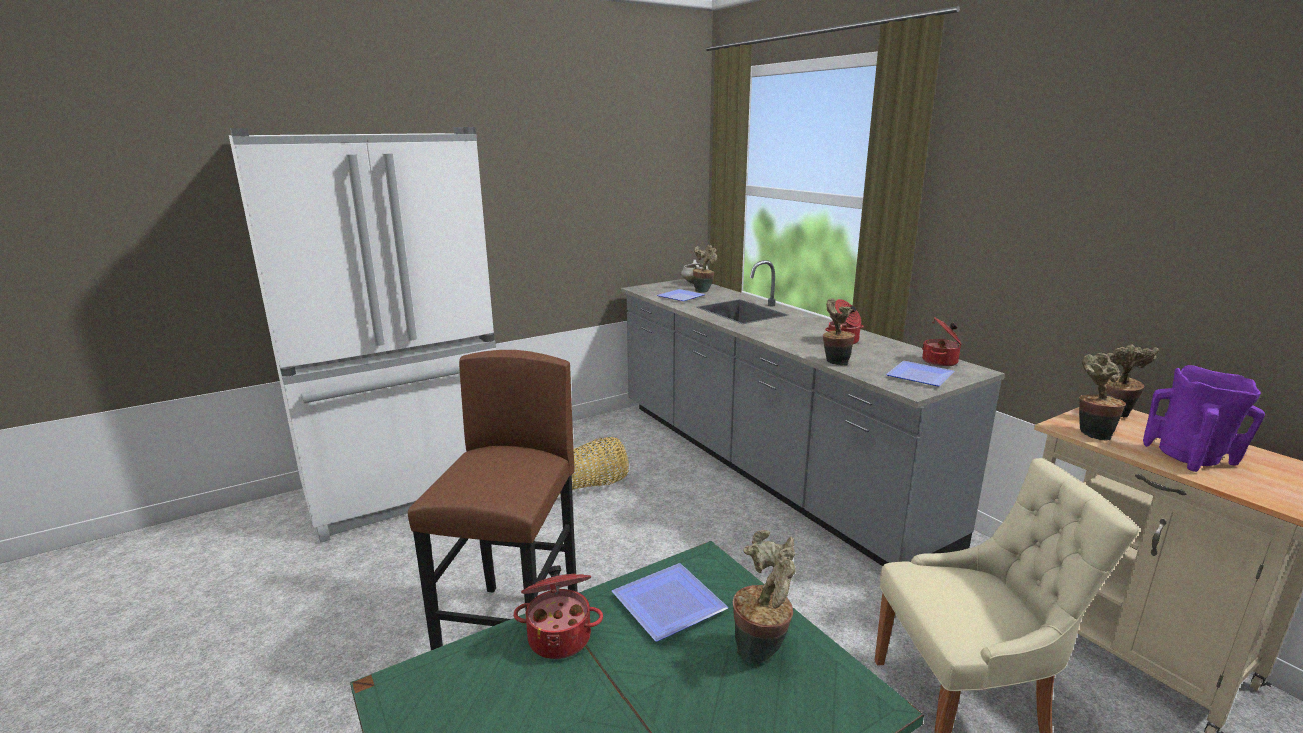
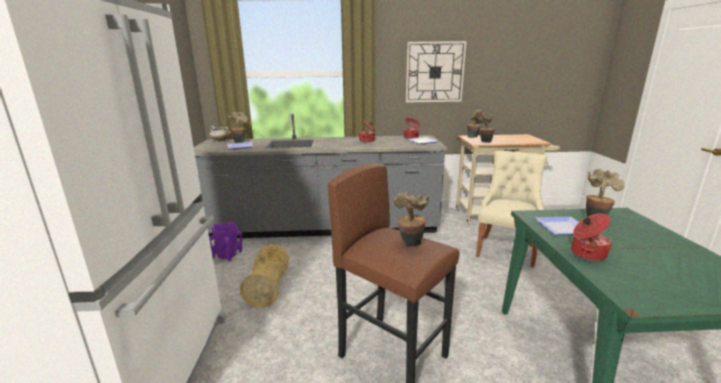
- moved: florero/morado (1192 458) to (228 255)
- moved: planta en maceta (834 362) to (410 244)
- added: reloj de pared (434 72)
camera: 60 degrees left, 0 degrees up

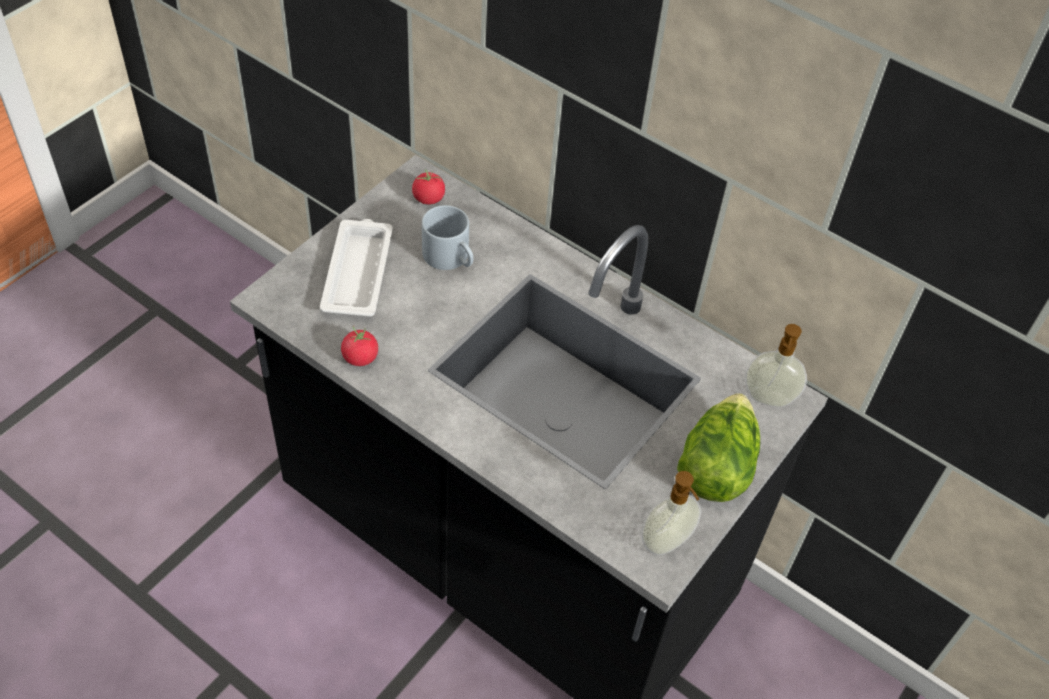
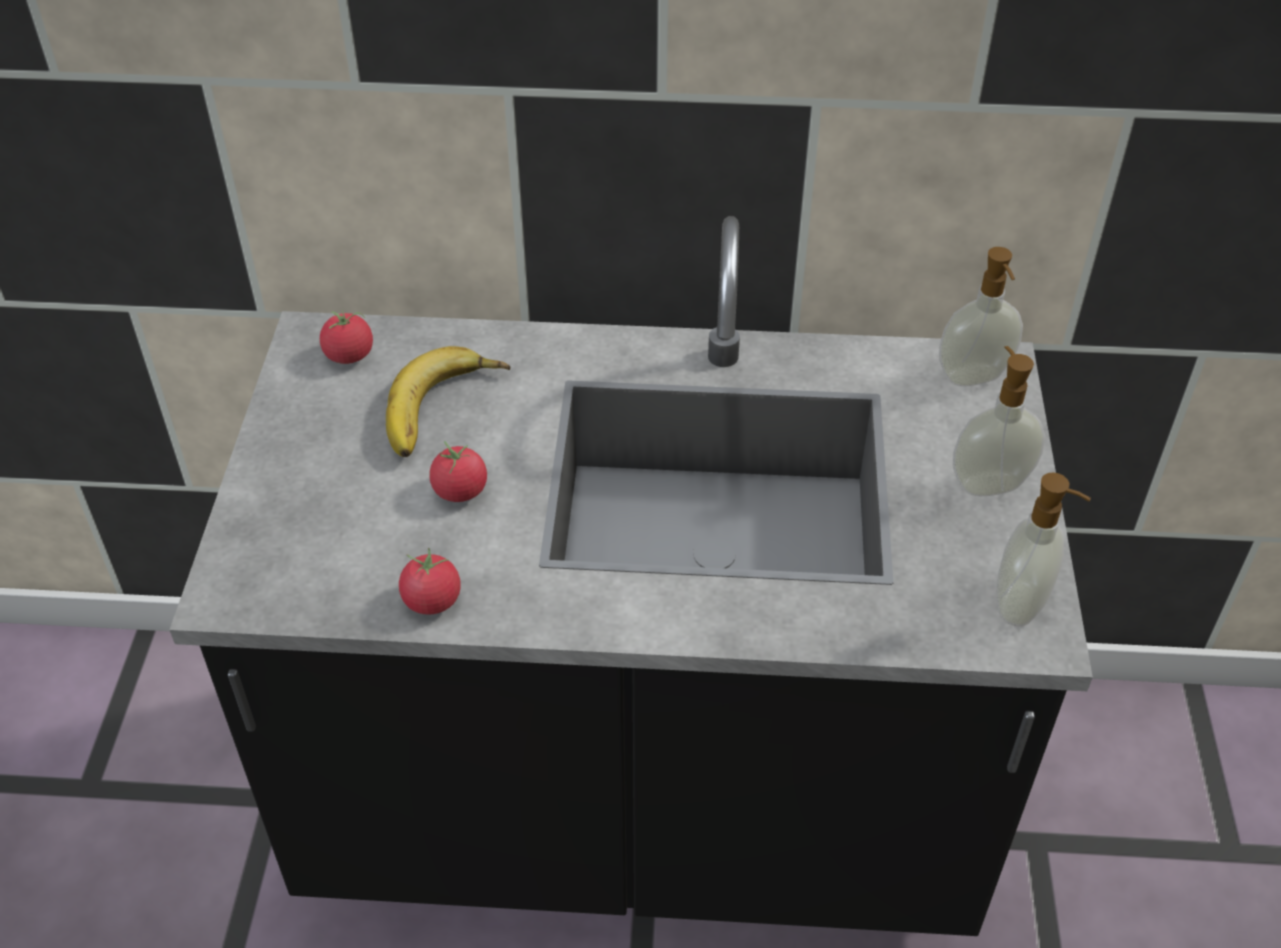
- replaced: taza grande/gris (451 257) to plátano (445 411)
- added: tomate (460 490)
- replaced: lechuga (715 465) to dispensador de jabón (988 483)
- removed: bandeja/blanco (358 272)
camera: 30 degrees left, 5 degrees down

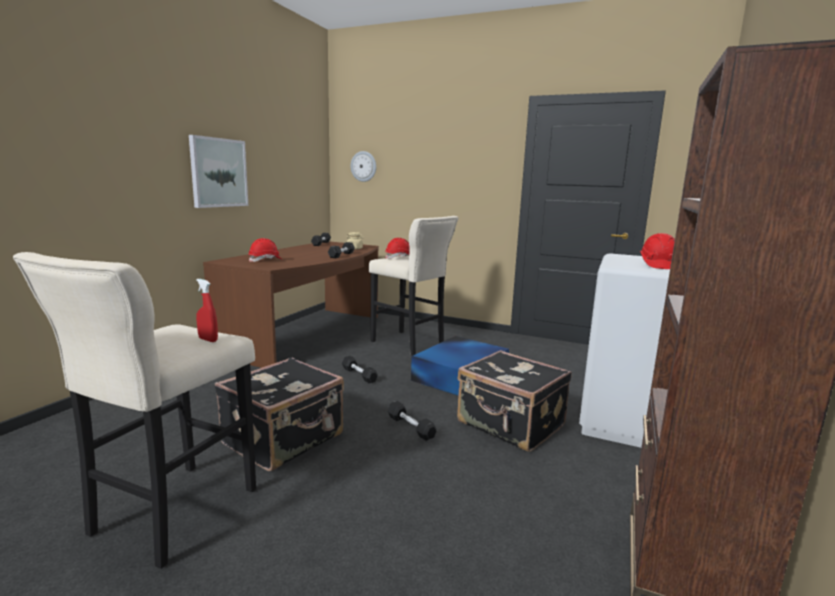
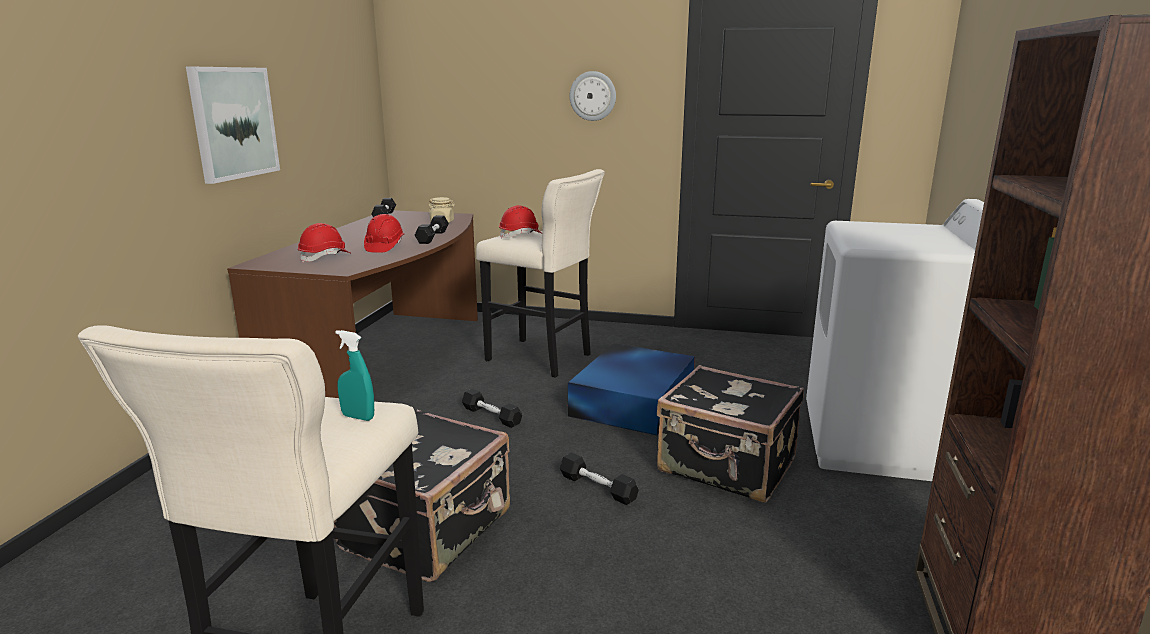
- recoloured: pulverizador/rojo (208 340) to pulverizador/turquesa (358 417)
- moved: casco/rojo (658 265) to (384 247)
- moved: reloj de pared (363 166) to (593 96)
camera: 10 degrees left, 5 degrees up

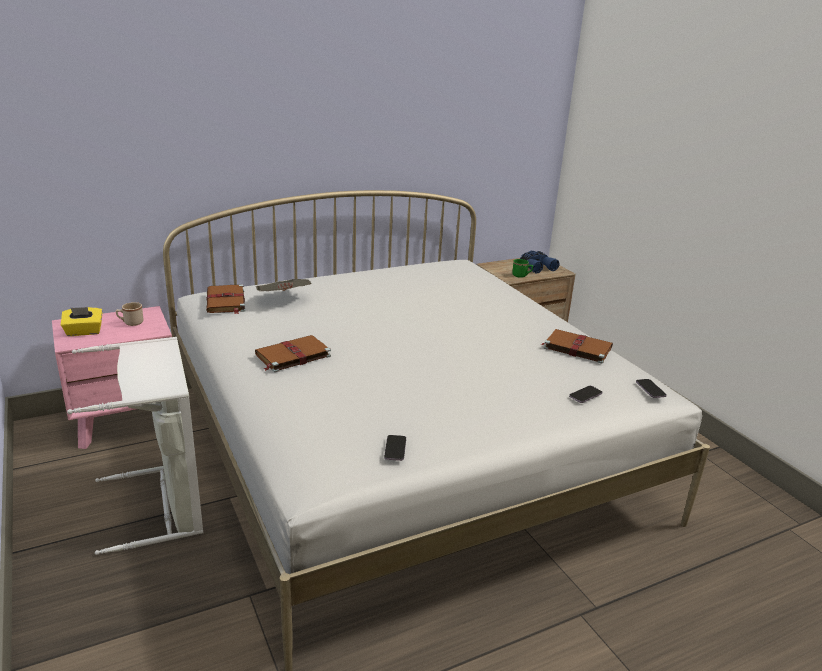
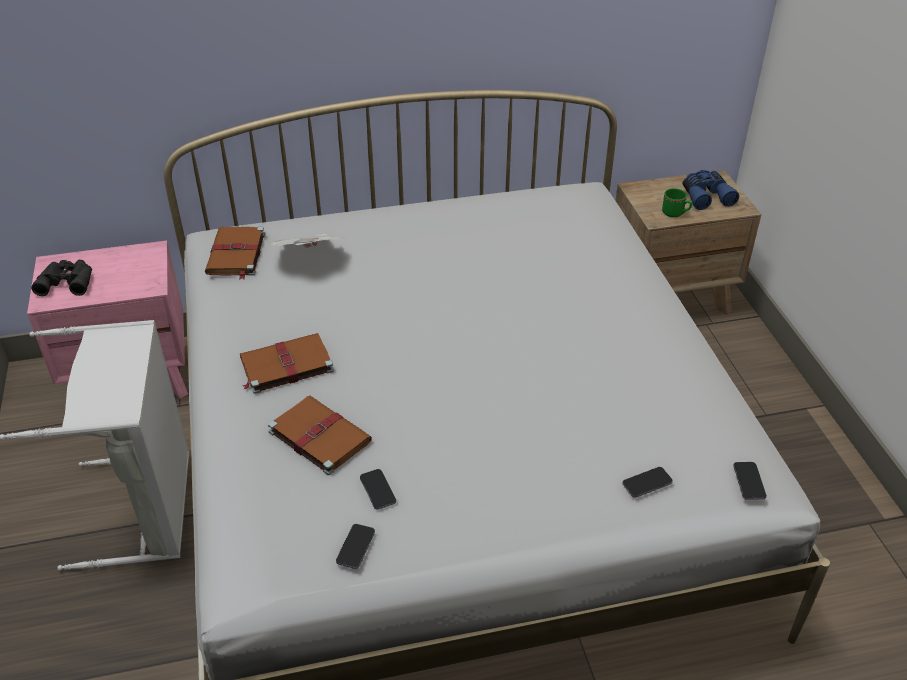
- replaced: caja de pañuelos/amarillo (84 332) to prismáticos/negro (67 281)
- moved: libro/marrón (576 348) to (318 436)
- added: móvil (378 490)
- removed: taza grande/beis (130 323)
camera: 15 degrees right, 15 degrees up

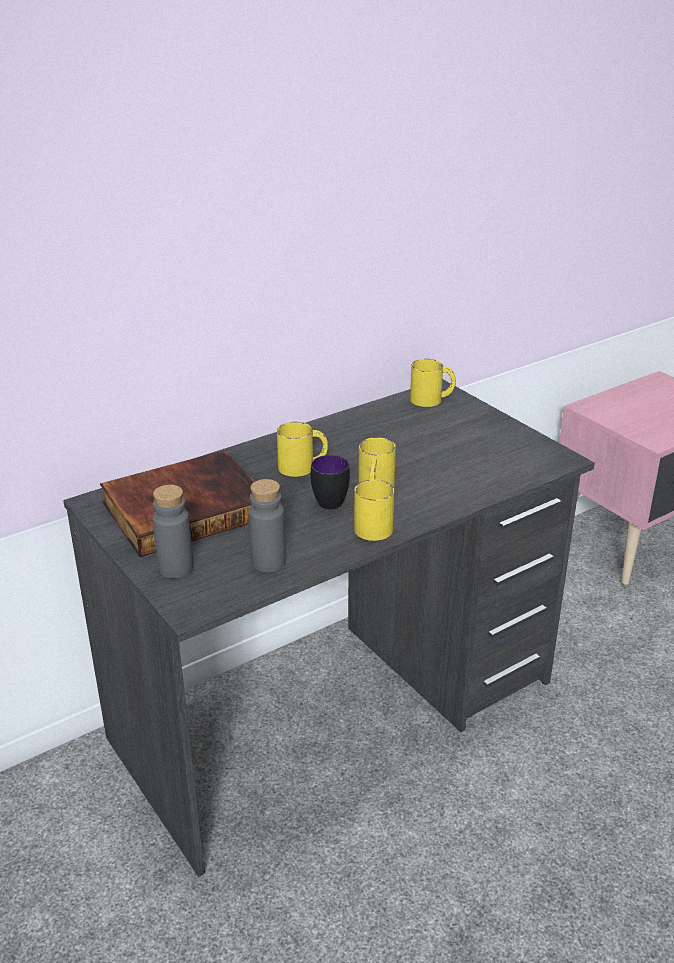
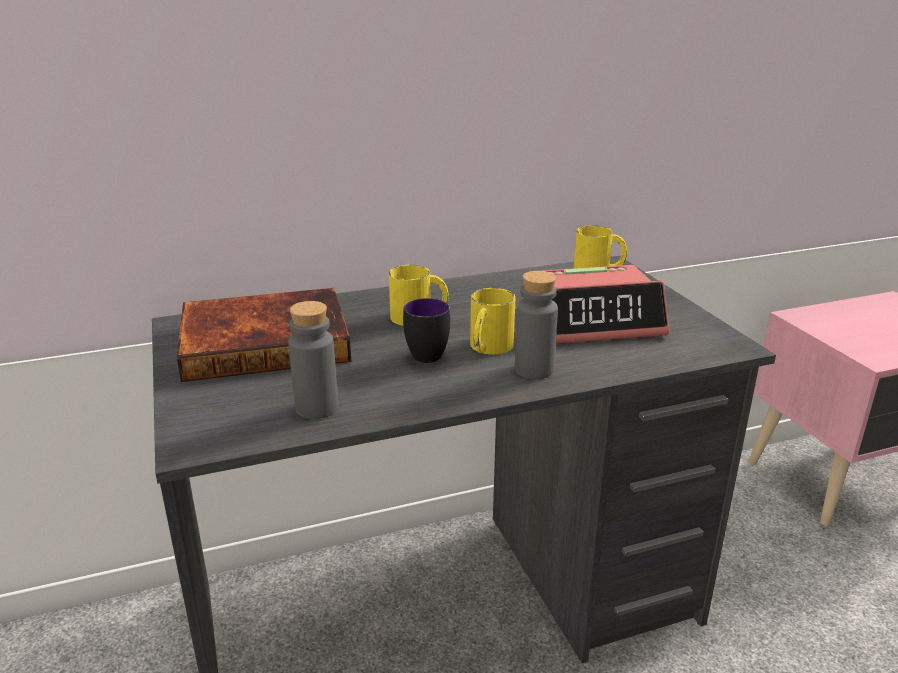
- moved: botella/gris (176 568) to (533 370)
- added: despertador (594 321)
- removed: taza grande/amarillo (377 525)
camera: 15 degrees right, 5 degrees down

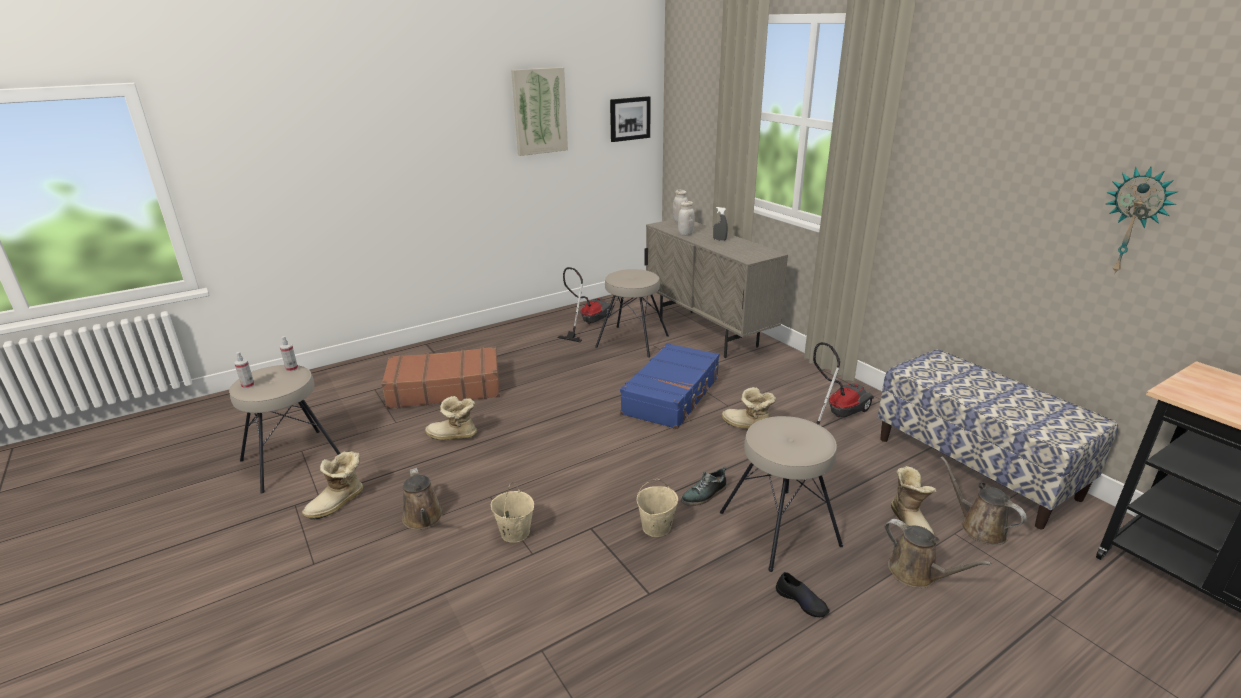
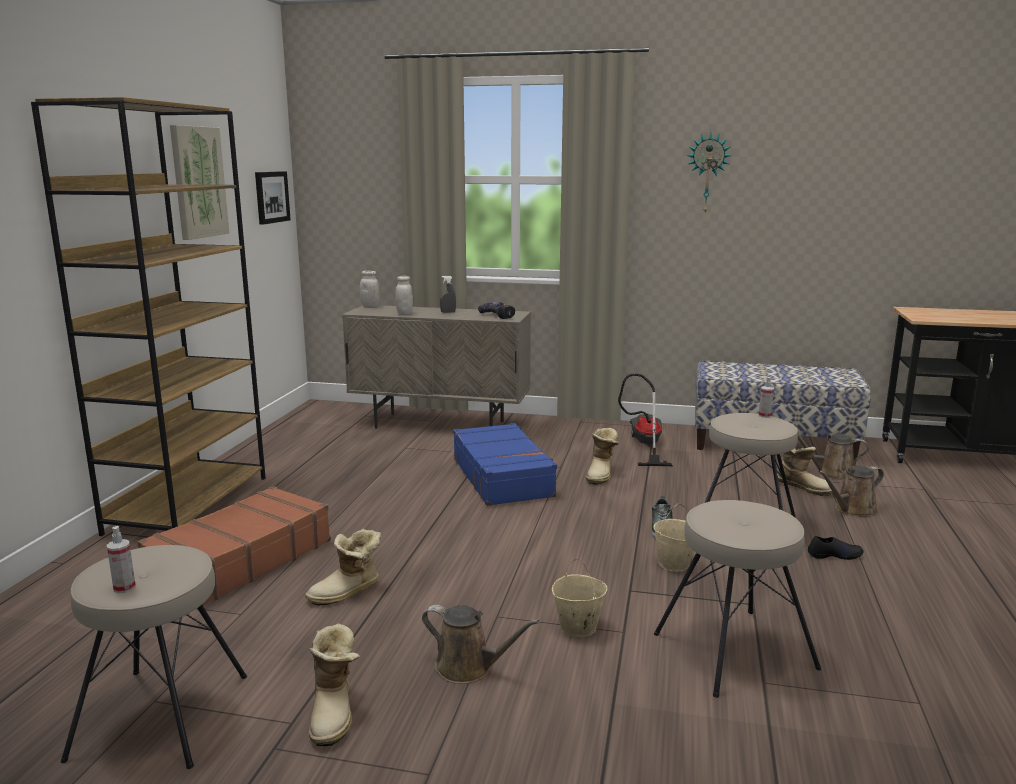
- added: estantería/marrón (189 504)
- added: taladro (500 315)
- turned: bota (747 426) = (602 475) 60 degrees counterclockwise
- moved: taburete/beis (632 341) to (733 650)
- moved: reloj de pared (1134 221) to (707 173)
- moved: pulverizador (292 369) to (764 415)
- turned: regadera/marrón (916 574) = (852 510) 150 degrees clockwise
- removed: aspiradora (587 323)
camera: 45 degrees left, 10 degrees down

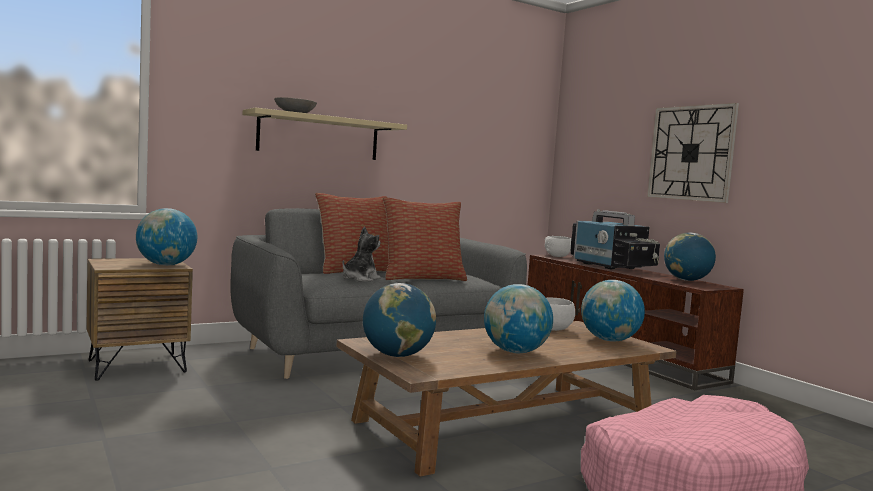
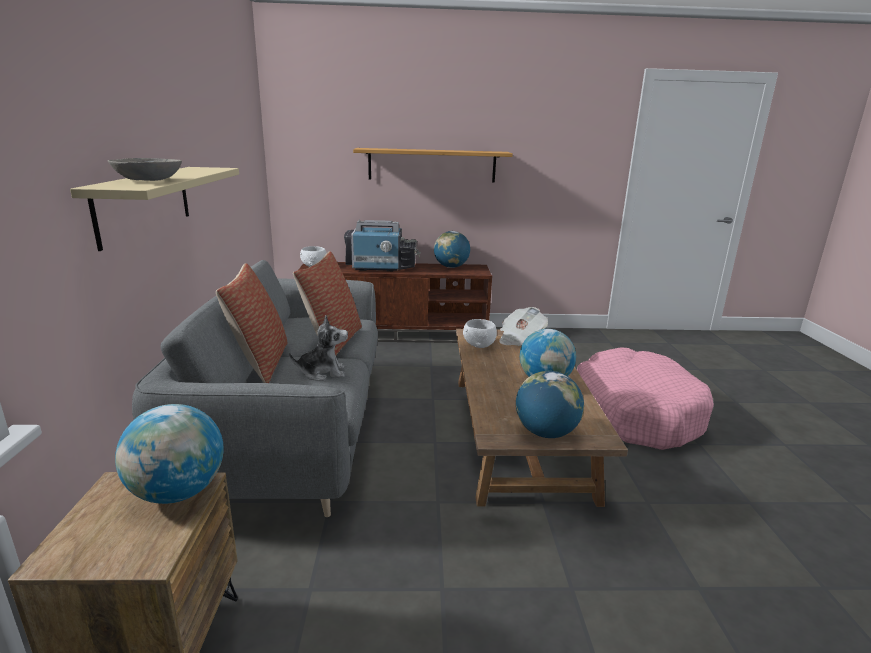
- turned: peluche (359 279) = (322 373) 105 degrees clockwise
- replaced: reloj de pared (691 153) to estante (432 165)
- replaced: globo terráqueo (609 340) to periódico (520 339)
camera: 60 degrees left, 15 degrees up

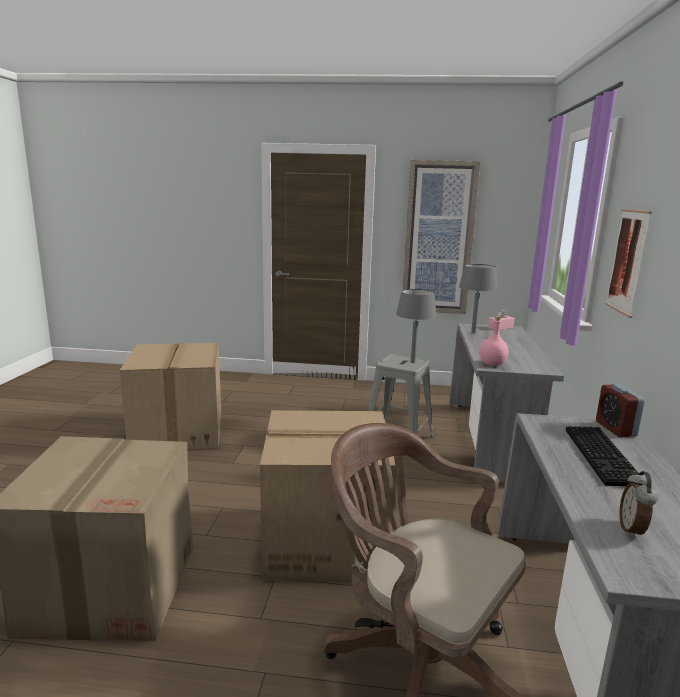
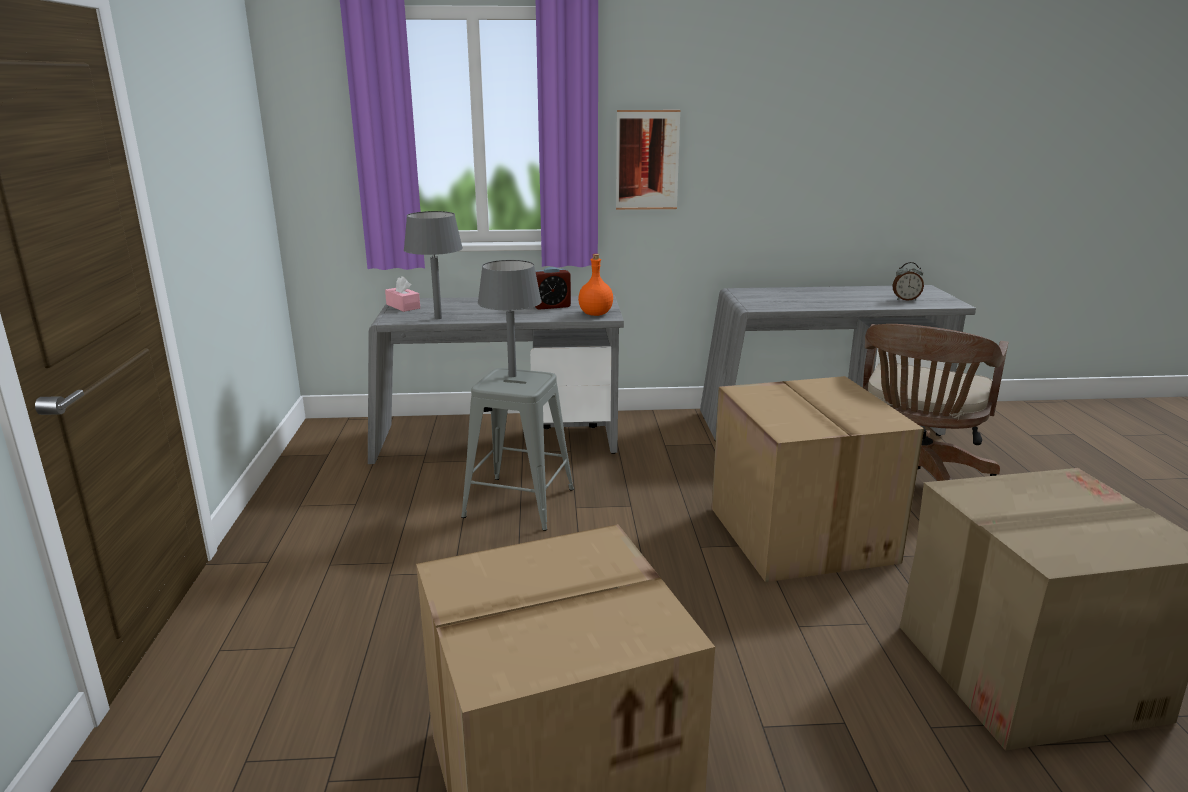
- moved: despertador (615 429) to (551 306)
- recoloured: botella/rosa (492 364) to botella/naranja (596 314)
- removed: cuadro (438 239)
- removed: teclado (603 457)
camera: 100 degrees left, 5 degrees up

